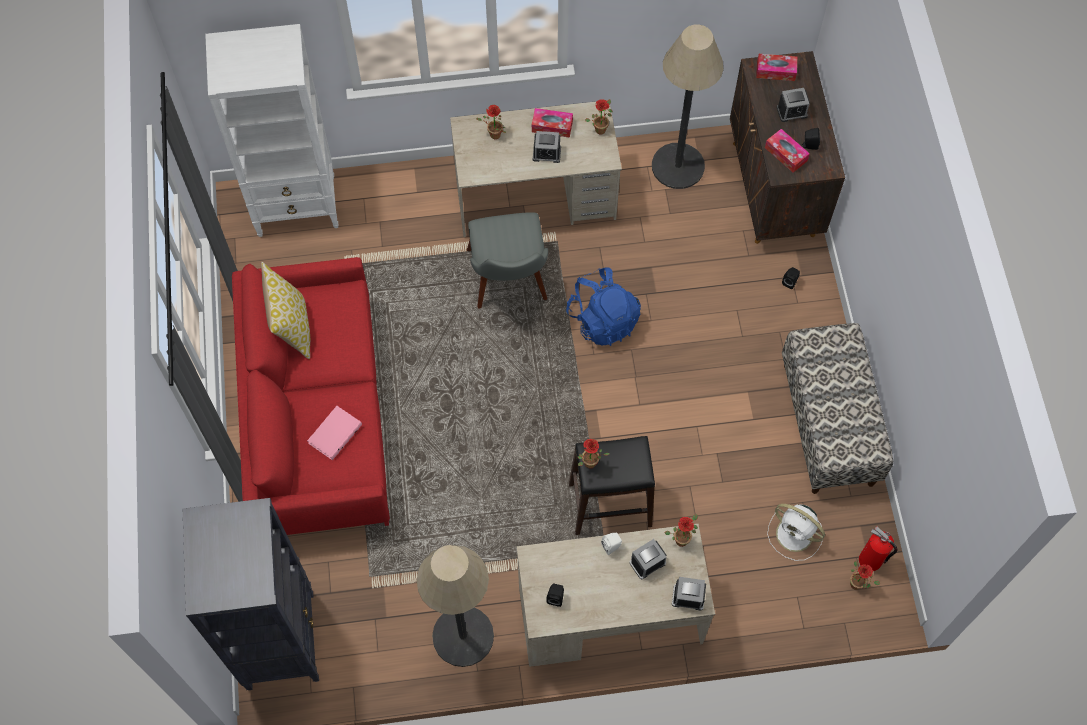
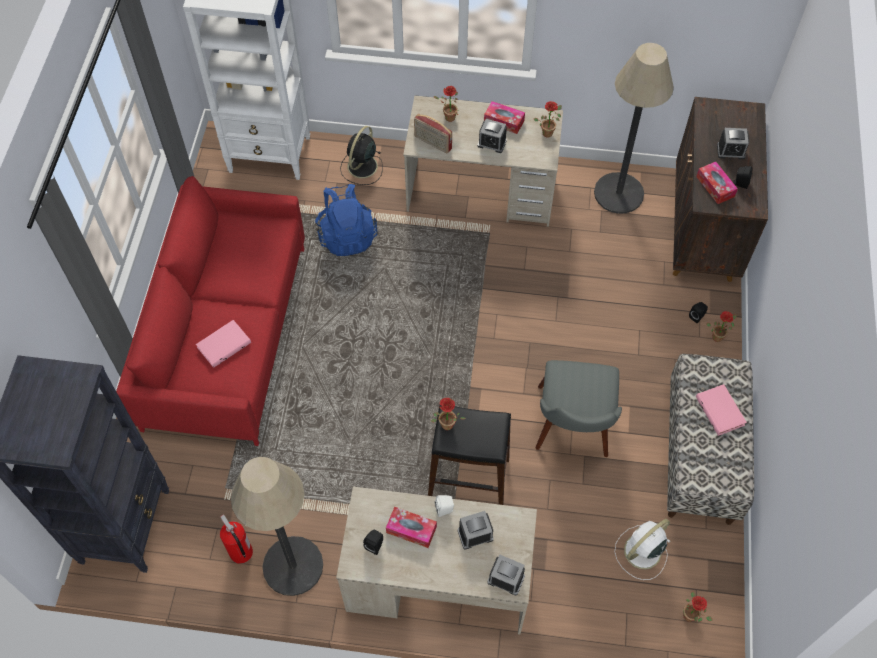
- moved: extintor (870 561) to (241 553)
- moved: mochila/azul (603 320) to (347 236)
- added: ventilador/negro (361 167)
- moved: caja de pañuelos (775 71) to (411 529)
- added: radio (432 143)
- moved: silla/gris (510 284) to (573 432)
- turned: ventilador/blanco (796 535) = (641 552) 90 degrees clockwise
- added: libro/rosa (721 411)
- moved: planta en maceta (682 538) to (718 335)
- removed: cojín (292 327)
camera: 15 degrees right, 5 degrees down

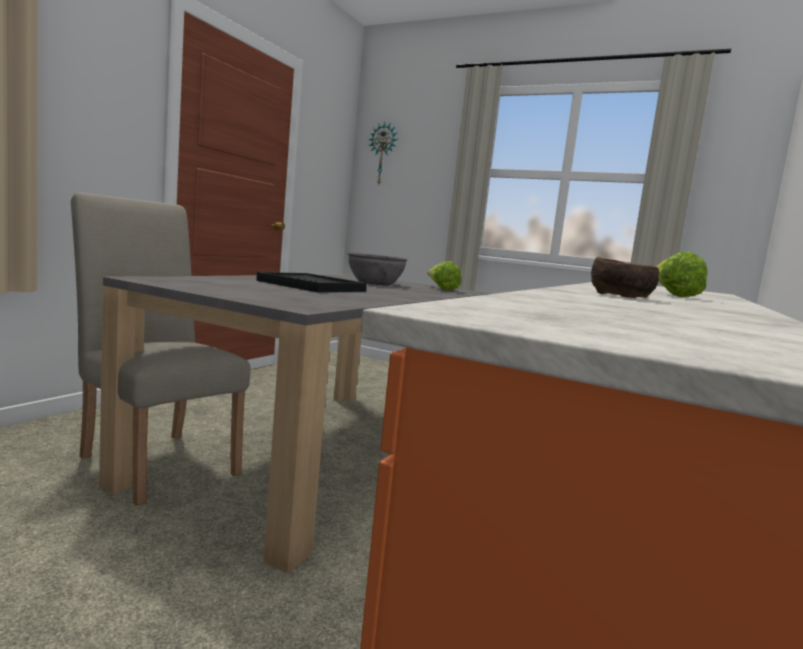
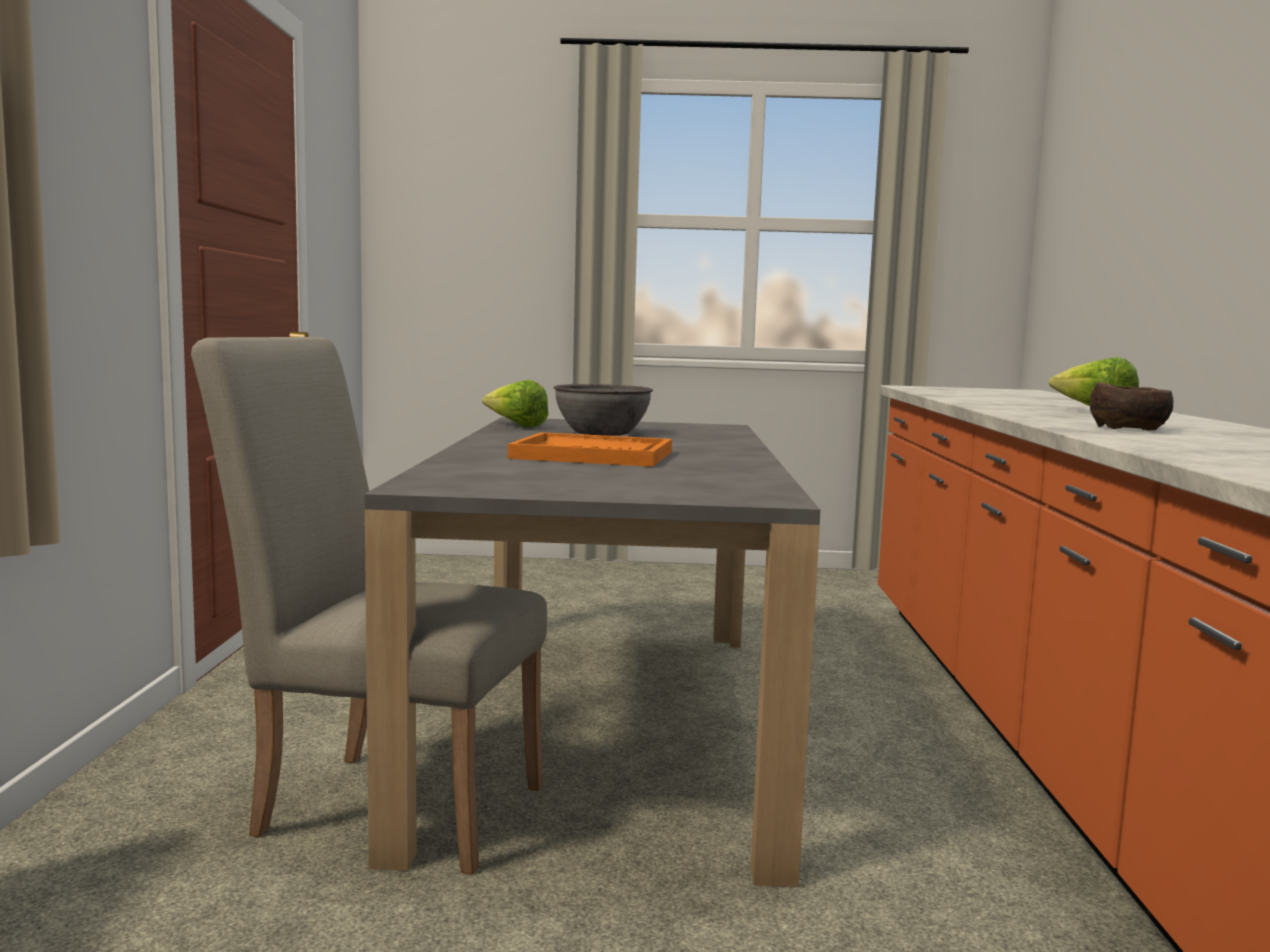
- moved: lechuga (441 289) to (516 426)
- recoloured: bandeja/negro (311 286) to bandeja/naranja (593 455)
- removed: reloj de pared (382 154)
camera: 25 degrees left, 0 degrees up

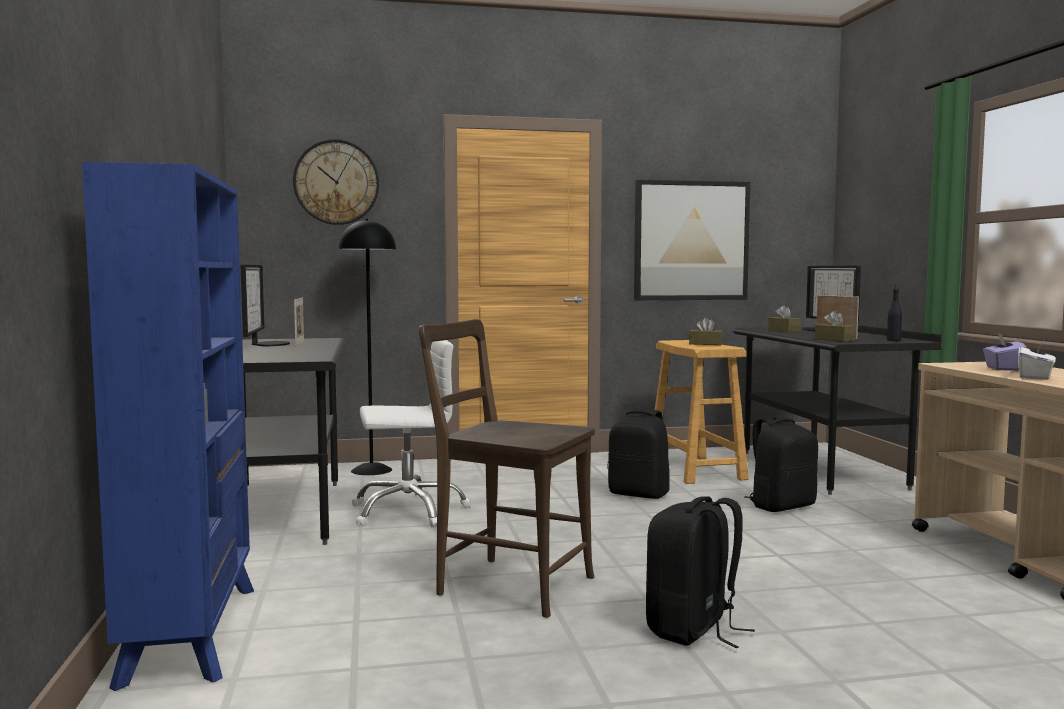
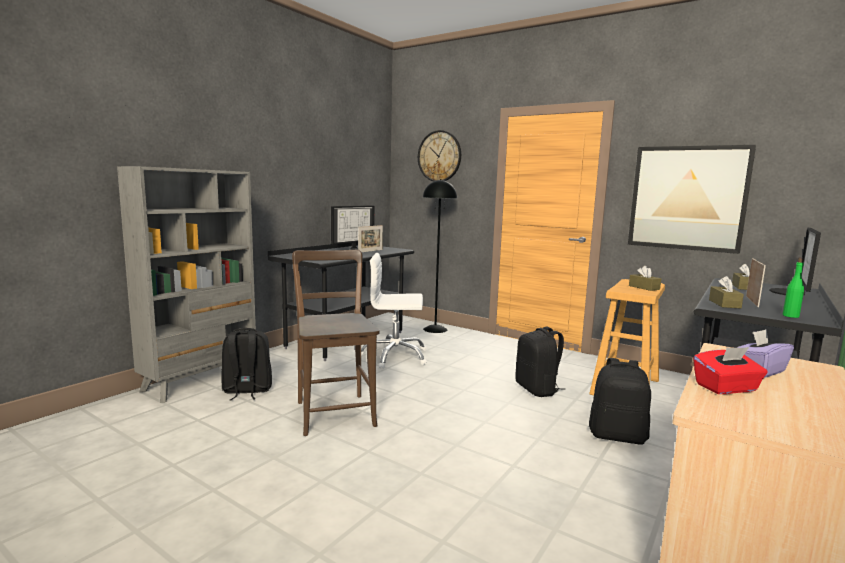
- recoloured: estantería/azul (192 632) to estantería/gris (201 380)
- moved: mochila/negro (693 630) to (246 391)
- turned: silla de oficina/blanco (408 511) = (395 356) 150 degrees clockwise
- recoloured: caja de pañuelos/blanco (1035 377) to caja de pañuelos/rojo (726 388)
- recoloured: botella/negro (893 340) to botella/verde (790 316)
camera: 45 degrees right, 5 degrees up

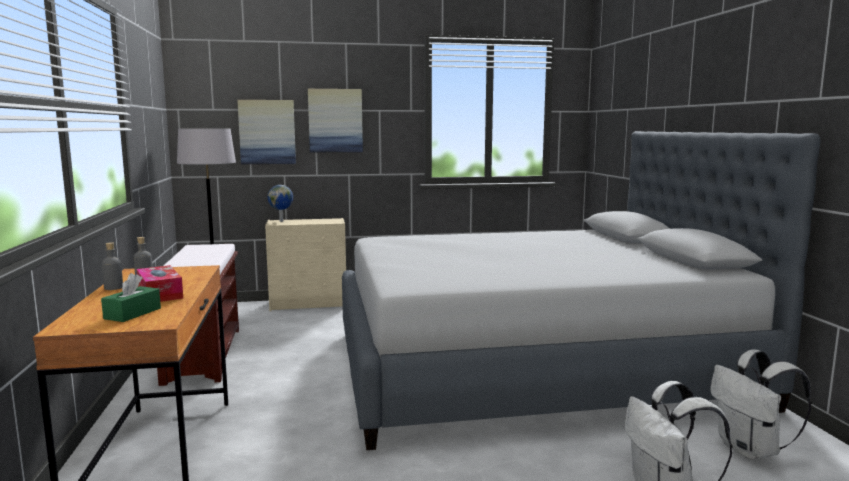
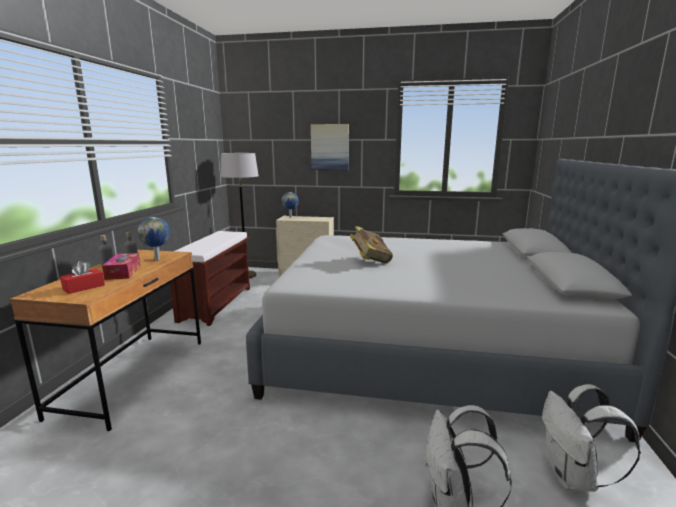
- recoloured: caja de pañuelos/verde (132 313) to caja de pañuelos/rojo (84 287)
- added: globo terráqueo (158 259)
- added: libro (370 261)
- removed: cuadro (267 132)
camera: 20 degrees right, 5 degrees up

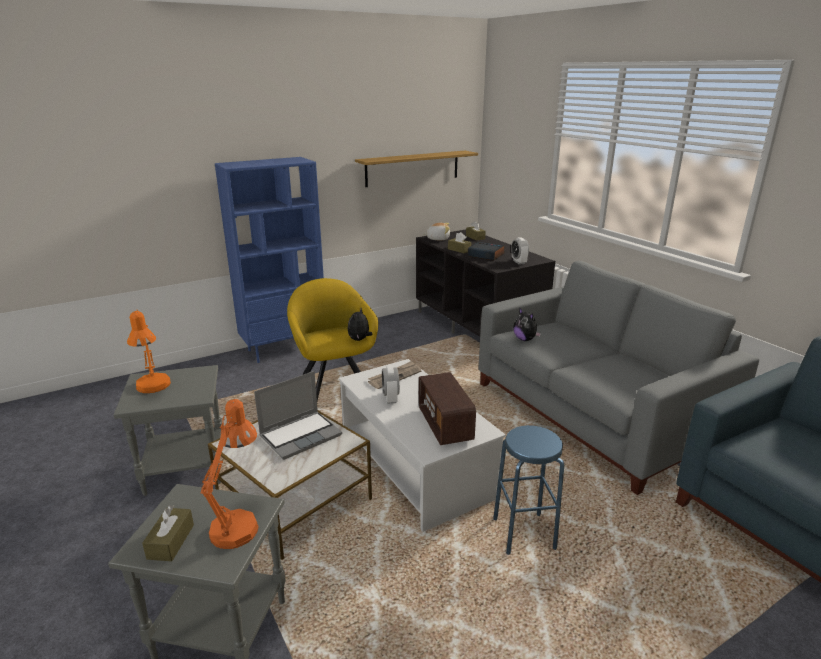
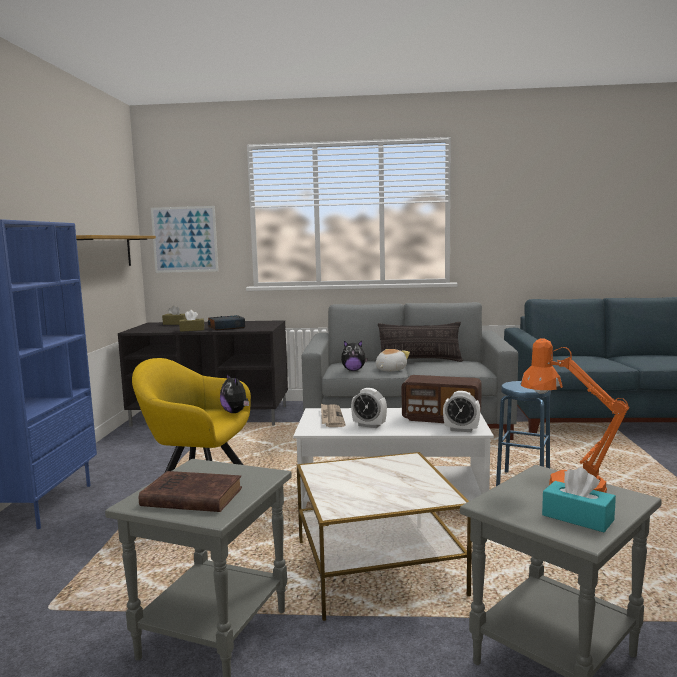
- replaced: lámpara de mesa/naranja (153 388) to libro/marrón (189 497)
- added: cuadro (185 239)
- moved: peluche (438 239) to (390 370)
- added: cojín (419 361)
- moved: despertador (519 262) to (461 430)
- recoloured: caja de pañuelos/marrón (171 541) to caja de pañuelos/turquesa (577 517)
- removed: portátil (301 435)
camera: 55 degrees left, 15 degrees down

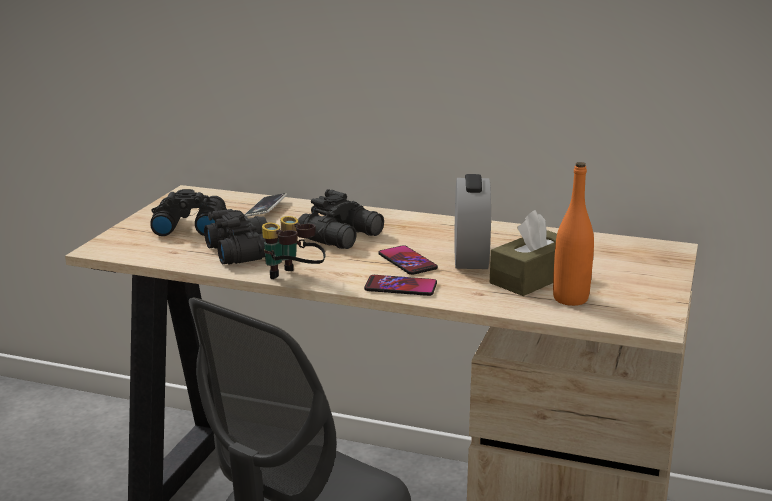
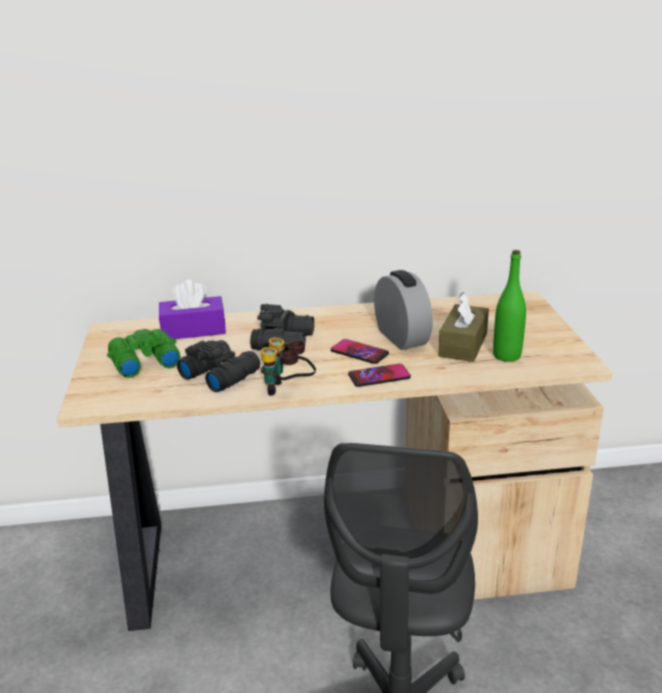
- recoloured: prismáticos/negro (188 226) to prismáticos/verde (143 362)
- replaced: móvil (266 209) to caja de pañuelos/morado (193 330)
- recoloured: botella/naranja (570 299) to botella/verde (506 356)
camera: 25 degrees left, 5 degrees up

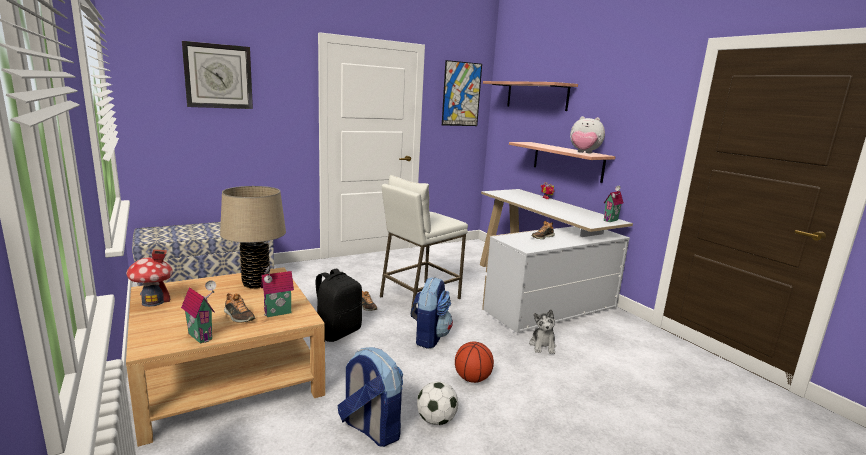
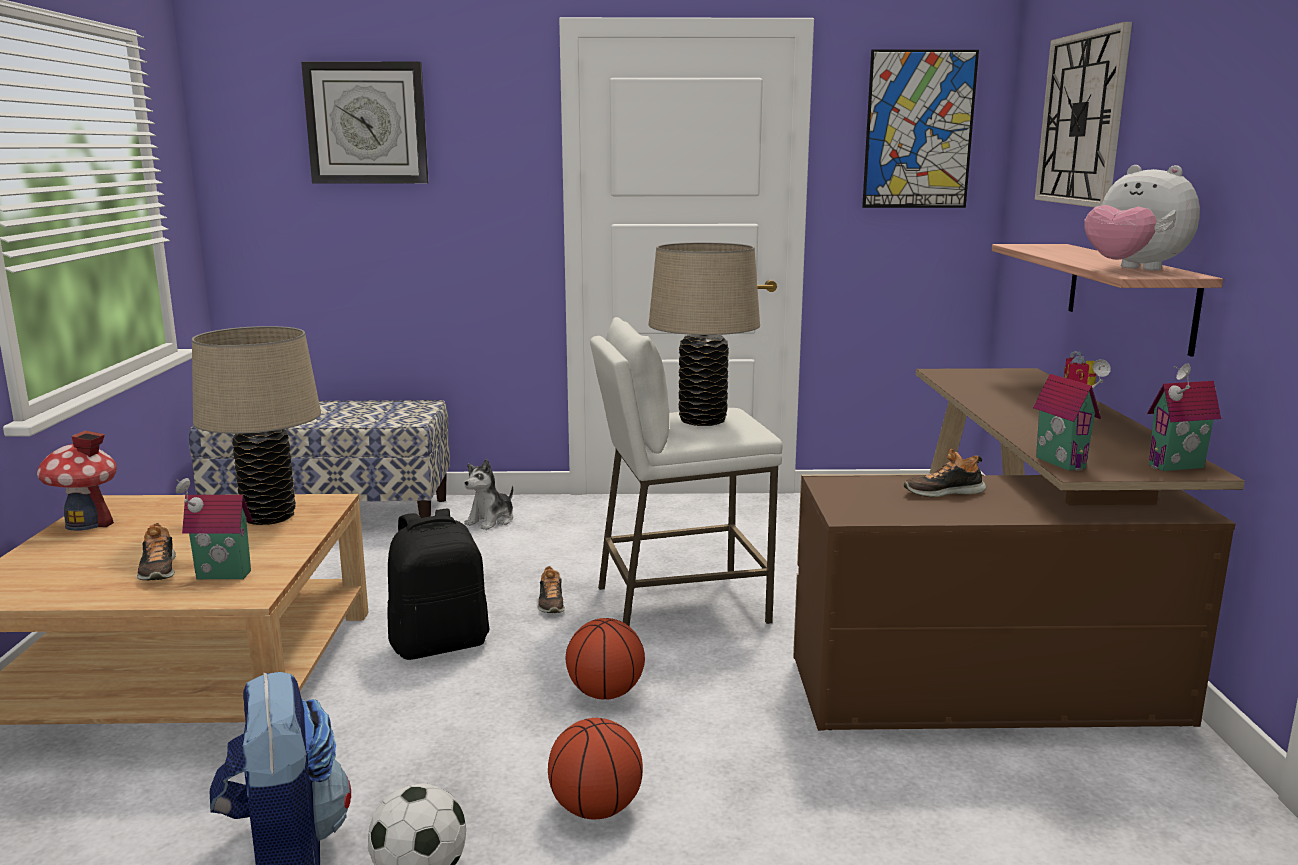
- moved: peluche (542 346) to (491 520)
- replaced: mochila (429 337) to balón de baloncesto (605 694)
- added: lámpara de mesa/beis (702 420)
- recoloured: escritorio/blanco (536 291) to escritorio/marrón (993 641)
- moved: casita (202 336) to (1063 462)
- replaced: estante (536 96) to reloj de pared (1082 119)
camera: 30 degrees right, 0 degrees up

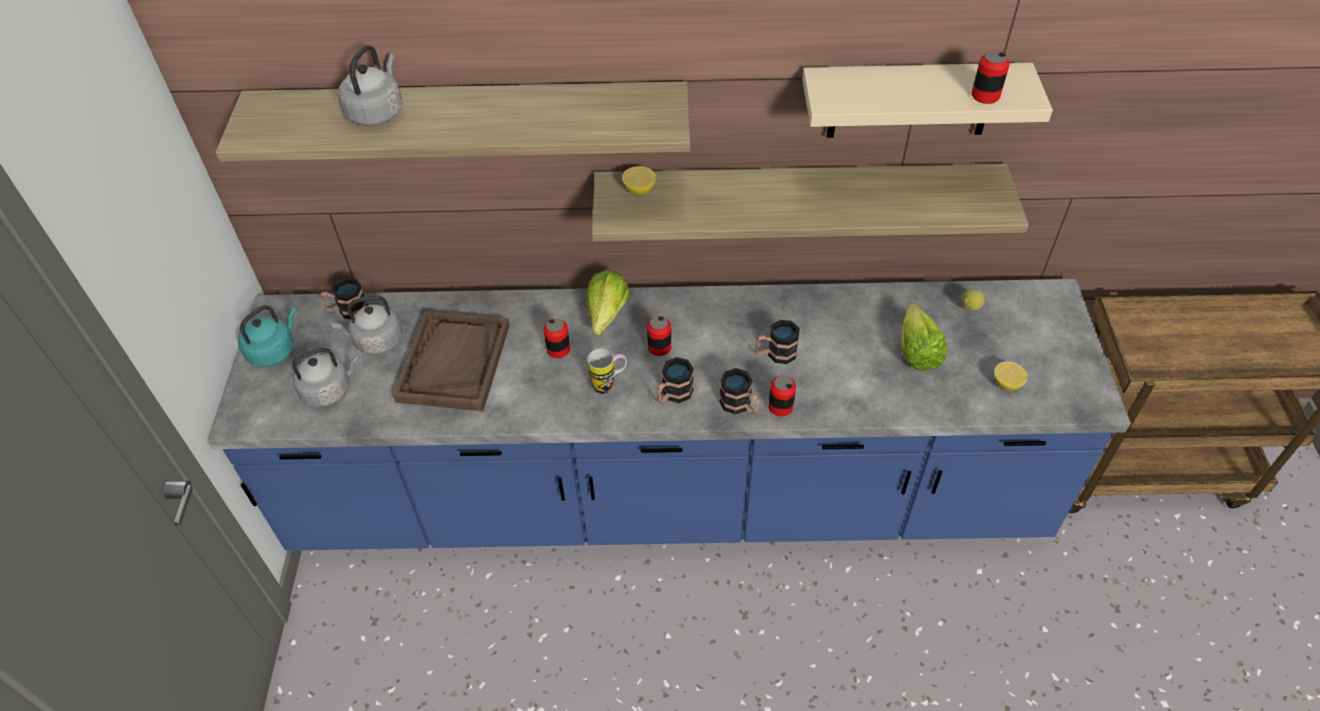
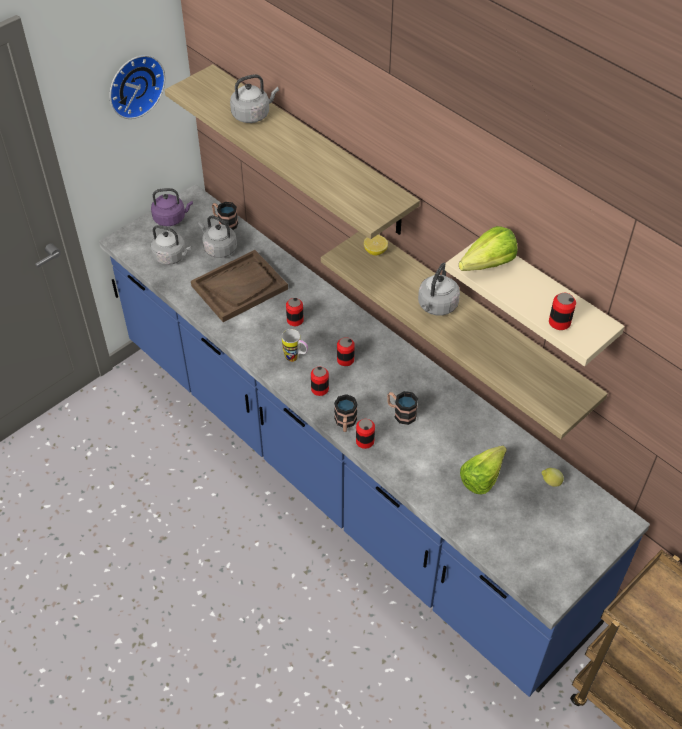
- added: reloj de pared (134 85)
- recoloured: hervidor/turquesa (274 350) to hervidor/morado (171 218)
- replaced: taza grande (673 395) to lata (320 389)
- added: hervidor/gris (436 306)
- moved: lechuga (604 319) to (482 266)
- removed: limón (1007 383)
camera: 45 degrees right, 0 degrees up

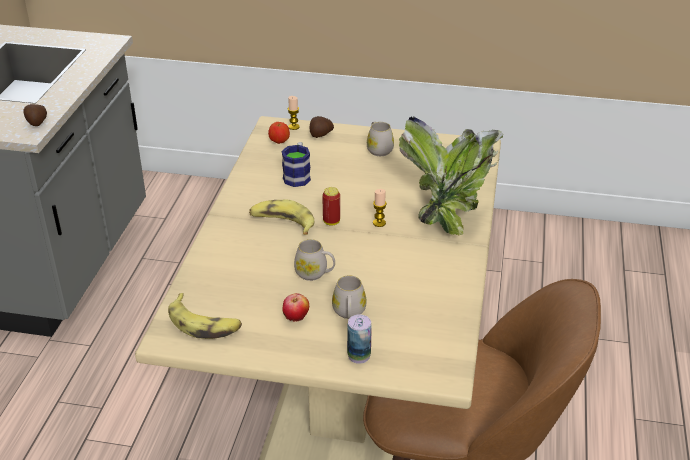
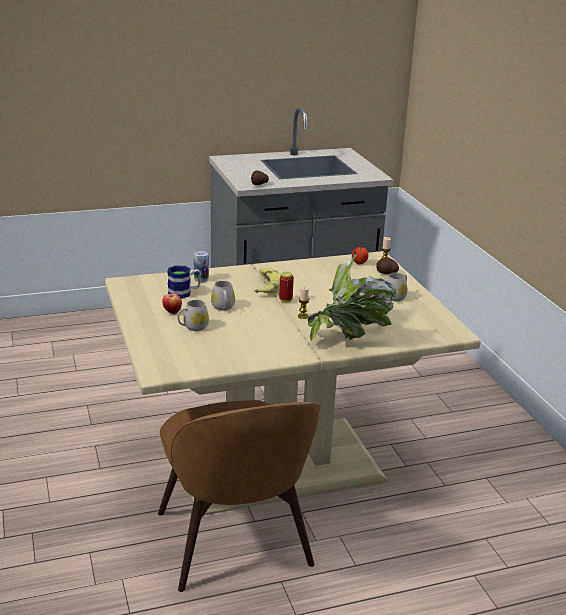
- moved: taza grande (297 175) to (184 293)
- moved: lata (359 355) to (201 279)
- removed: plátano (204 324)
camera: 60 degrees right, 10 degrees down

